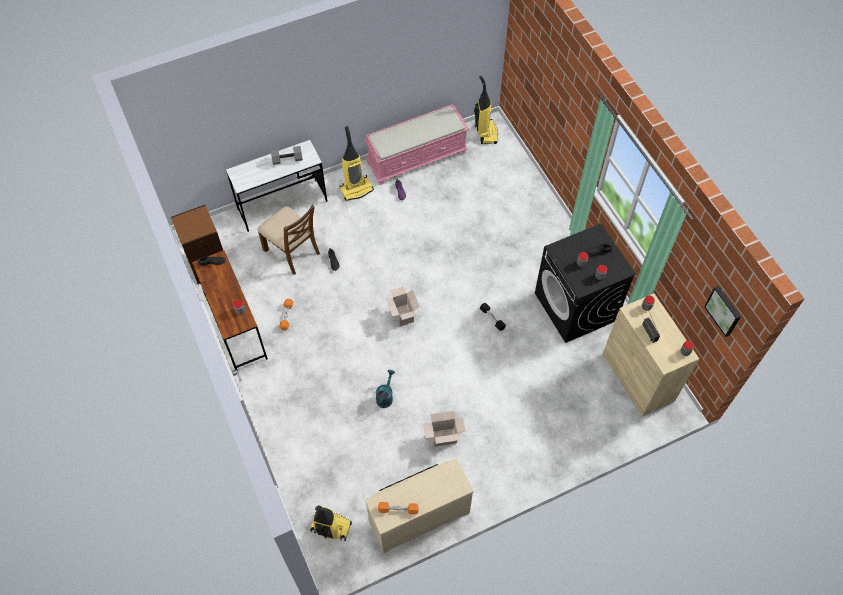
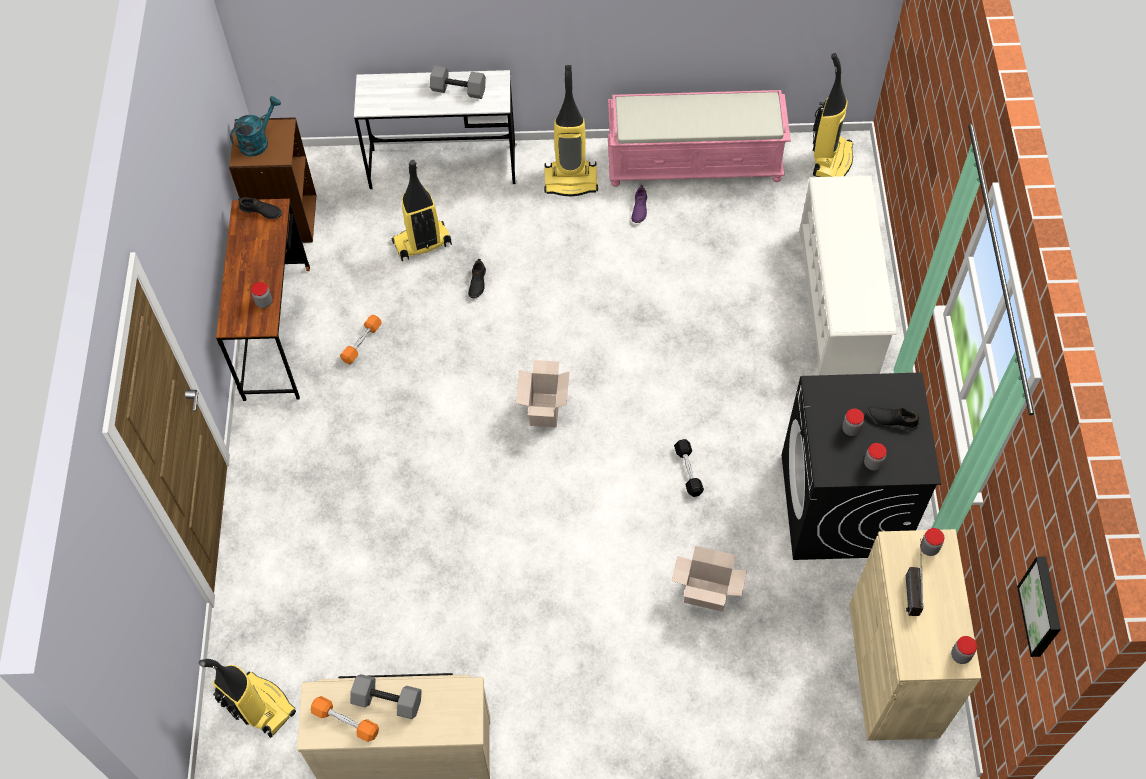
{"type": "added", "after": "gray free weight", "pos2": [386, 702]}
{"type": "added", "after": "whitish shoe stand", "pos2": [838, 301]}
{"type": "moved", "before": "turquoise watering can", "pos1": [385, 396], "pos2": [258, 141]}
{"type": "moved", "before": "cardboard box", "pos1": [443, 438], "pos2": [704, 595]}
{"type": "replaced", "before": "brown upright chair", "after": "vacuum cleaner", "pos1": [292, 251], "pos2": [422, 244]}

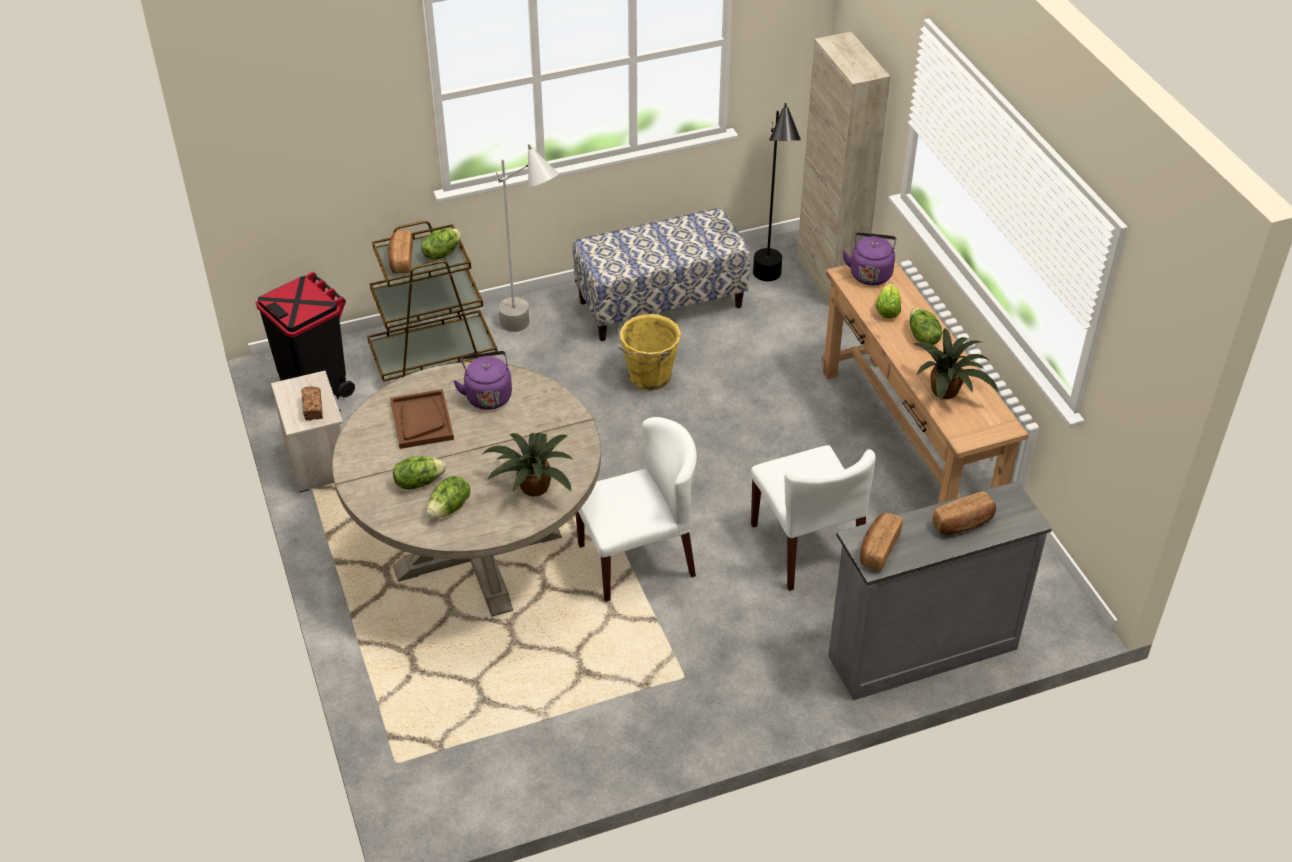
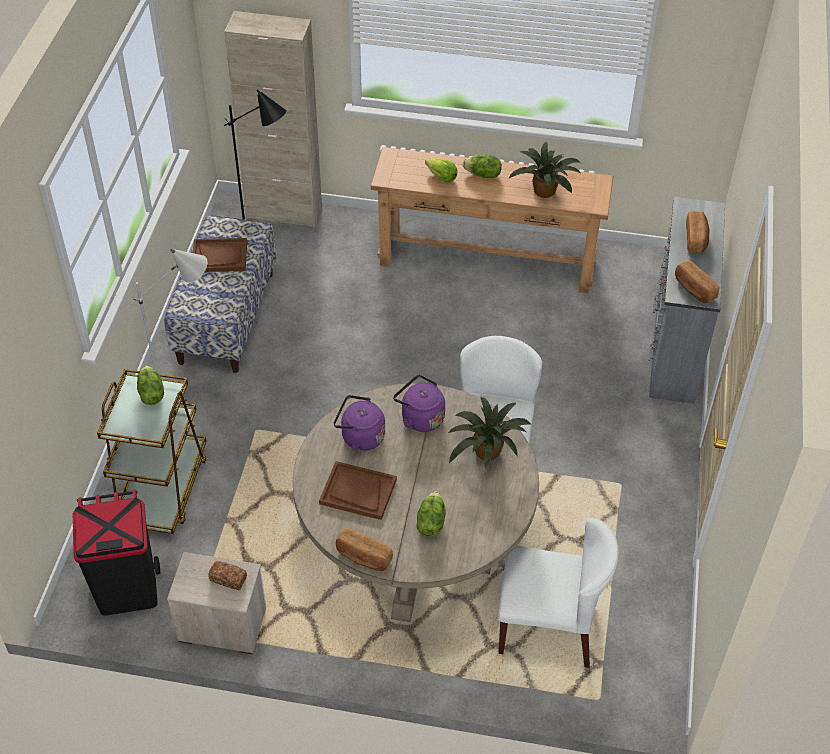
{"type": "removed", "before": "head of lettuce", "pos1": [450, 508]}
{"type": "removed", "before": "yellowish bucket", "pos1": [648, 377]}
{"type": "added", "after": "brown serving tray", "pos2": [220, 256]}
{"type": "moved", "before": "bakery bread", "pos1": [401, 260], "pos2": [363, 557]}
{"type": "moved", "before": "whitish upright chair", "pos1": [807, 546], "pos2": [548, 627]}
{"type": "moved", "before": "purple-coloured kettle", "pos1": [870, 273], "pos2": [420, 417]}

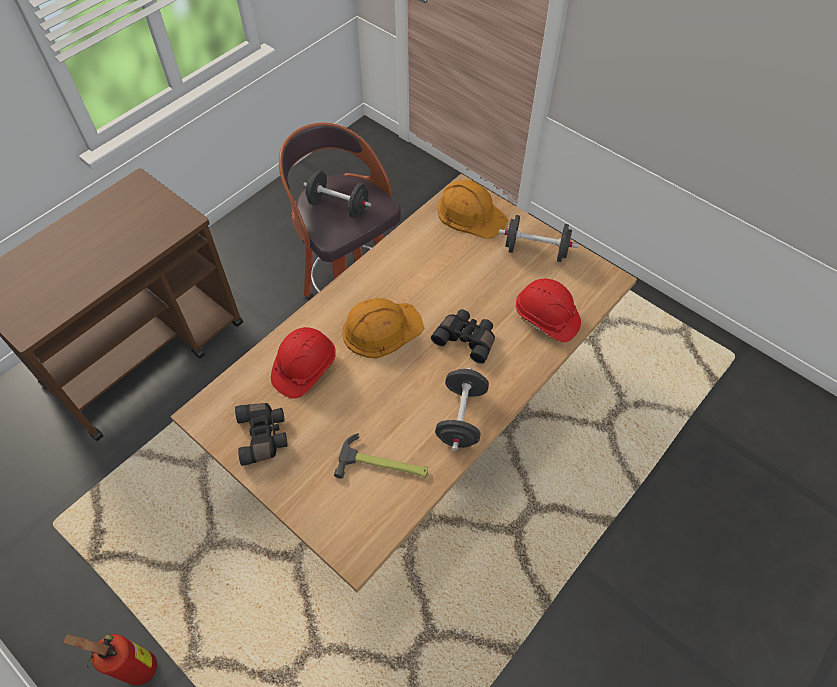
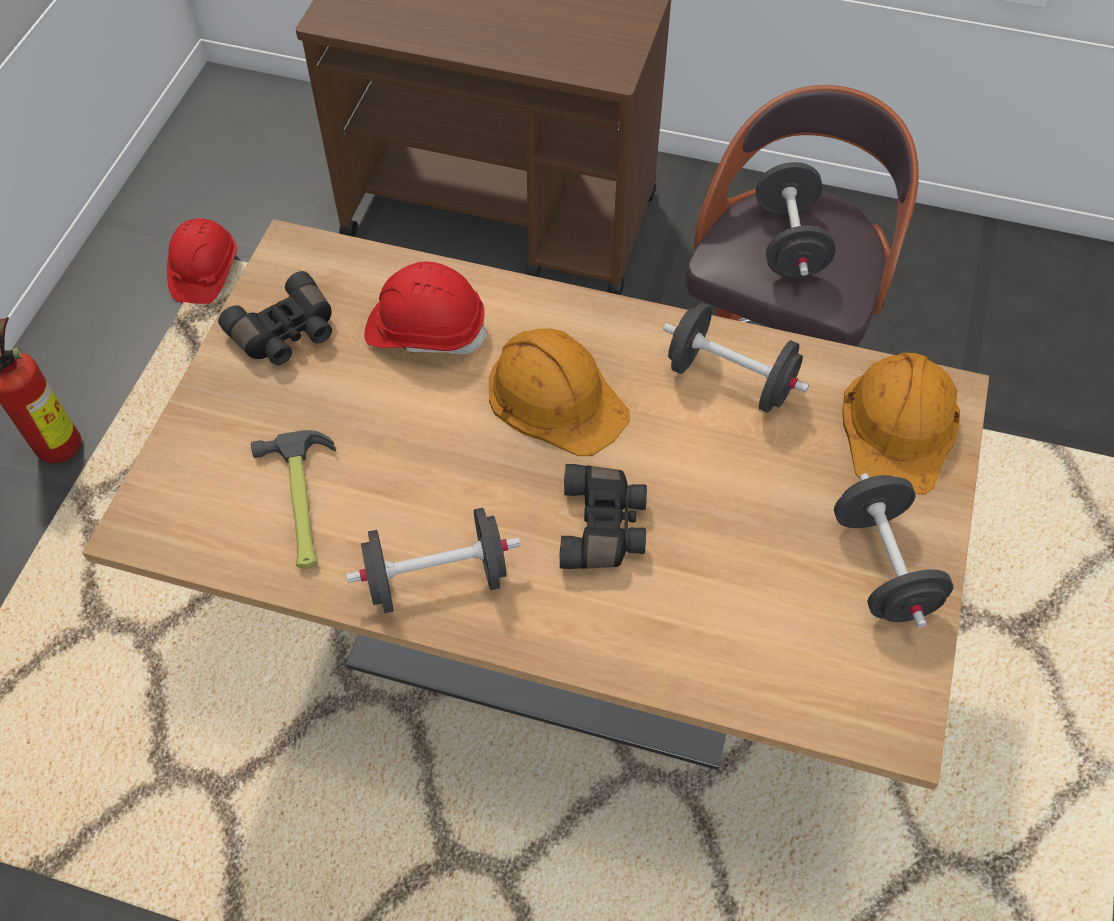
{"type": "added", "after": "black-coloured free weight", "pos2": [730, 379]}
{"type": "moved", "before": "reddish safety helmet", "pos1": [546, 318], "pos2": [204, 273]}

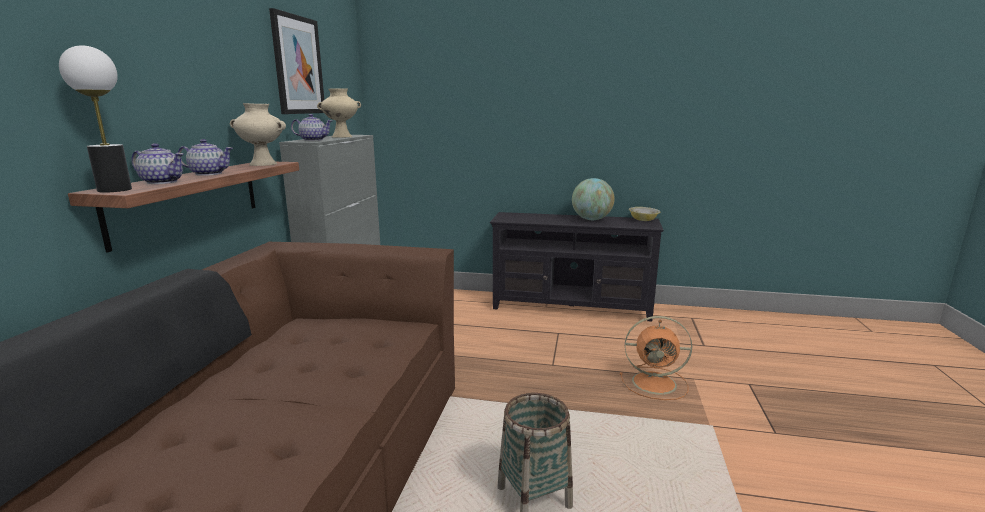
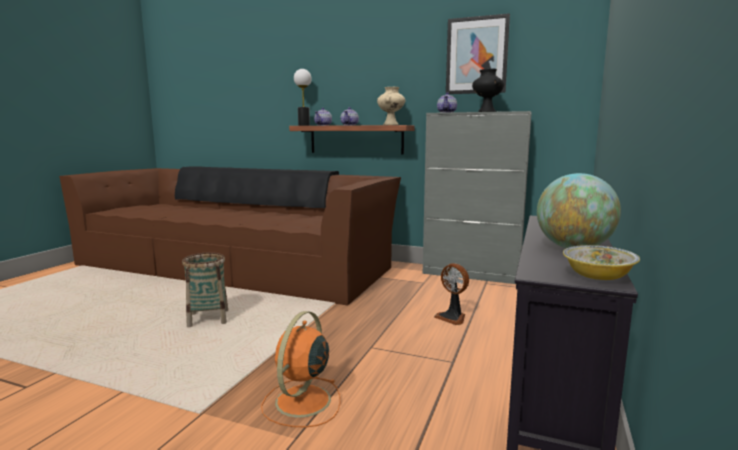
{"type": "added", "after": "electric fan", "pos2": [452, 317]}
{"type": "recoloured", "before": "sand-coloured flower vase", "after": "black-coloured flower vase", "pos1": [341, 137], "pos2": [486, 111]}

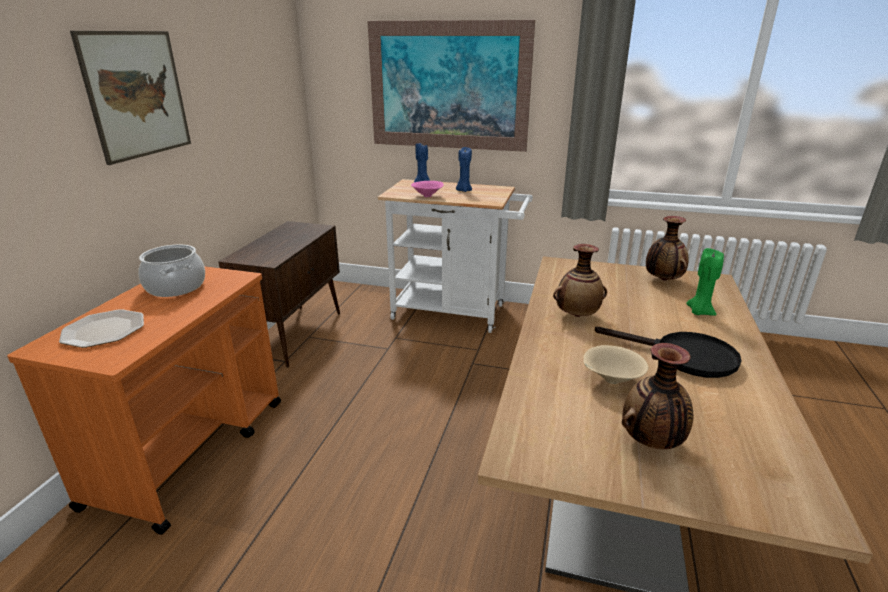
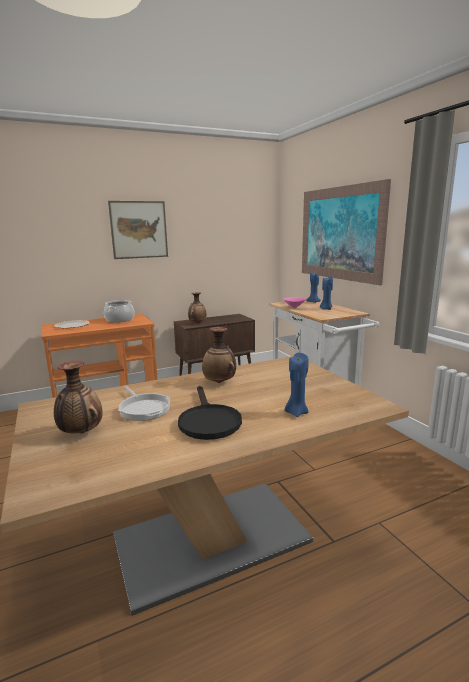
{"type": "moved", "before": "flower vase", "pos1": [662, 280], "pos2": [197, 323]}
{"type": "replaced", "before": "sand-coloured serving bowl", "after": "pan", "pos1": [611, 380], "pos2": [143, 408]}
{"type": "recoloured", "before": "greenish candle", "after": "bluish candle", "pos1": [699, 312], "pos2": [296, 412]}

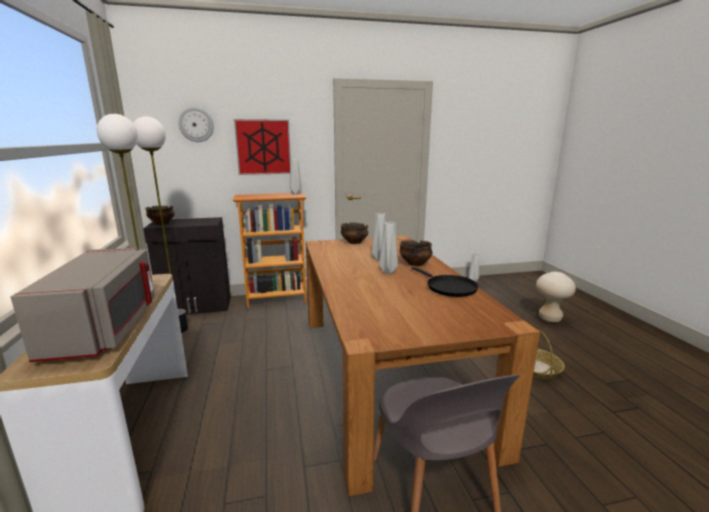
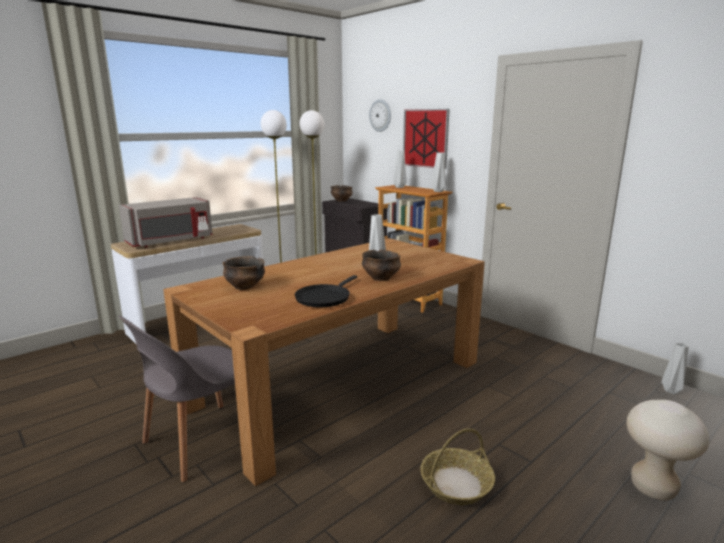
{"type": "moved", "before": "serving bowl", "pos1": [354, 242], "pos2": [245, 287]}
{"type": "moved", "before": "gray flower vase", "pos1": [389, 271], "pos2": [400, 187]}

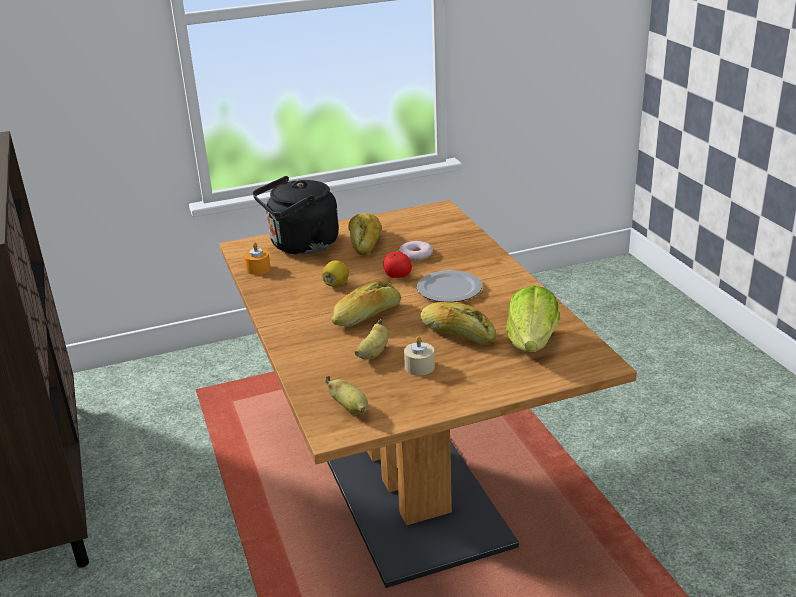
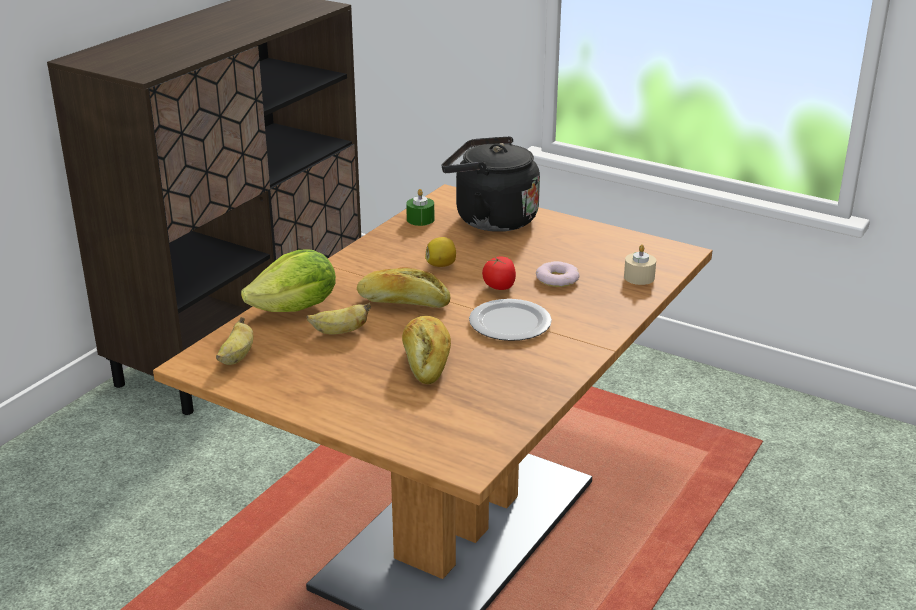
{"type": "removed", "before": "bakery bread", "pos1": [365, 242]}
{"type": "moved", "before": "sand-coloured candle", "pos1": [419, 367], "pos2": [639, 277]}
{"type": "moved", "before": "head of lettuce", "pos1": [532, 342], "pos2": [296, 309]}
{"type": "recoloured", "before": "orange candle", "after": "greenish candle", "pos1": [258, 269], "pos2": [420, 219]}

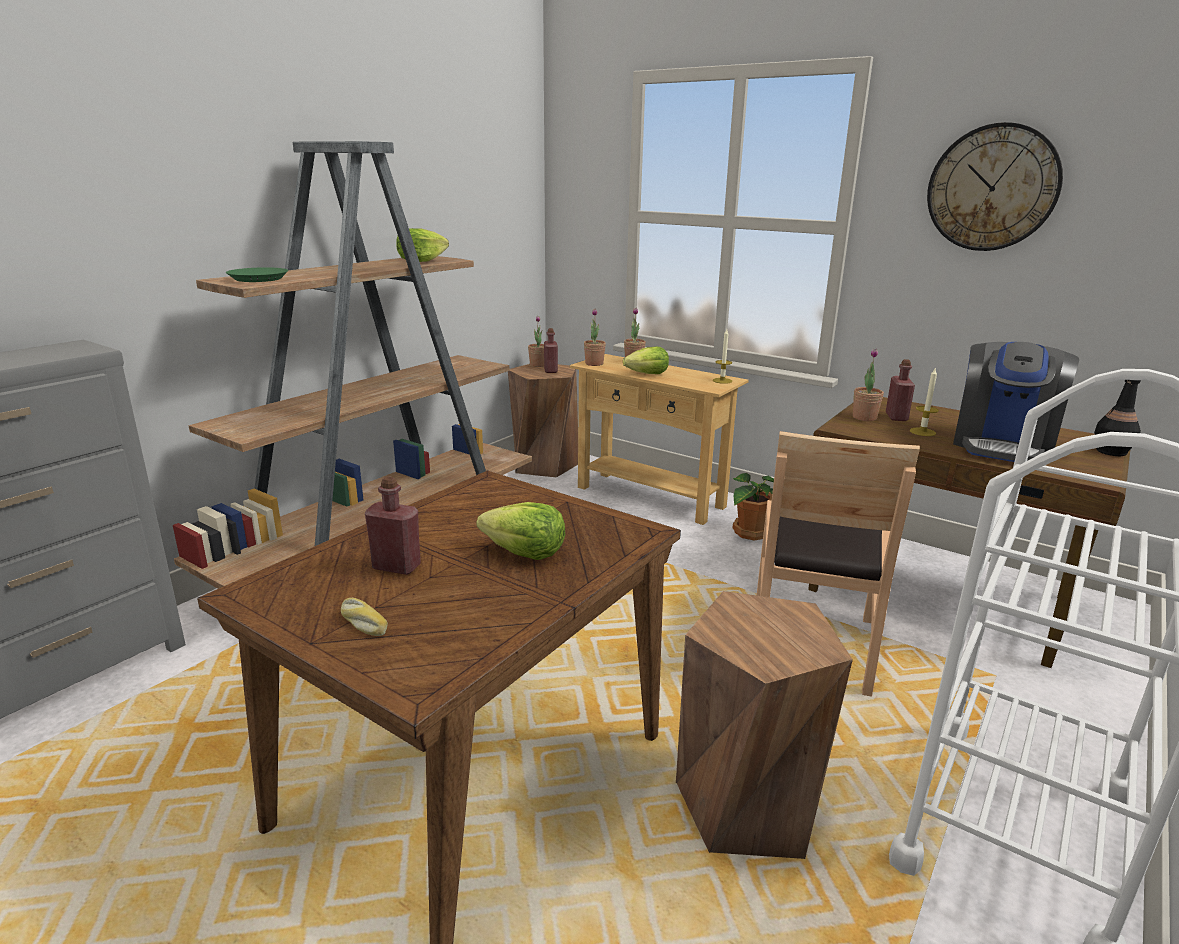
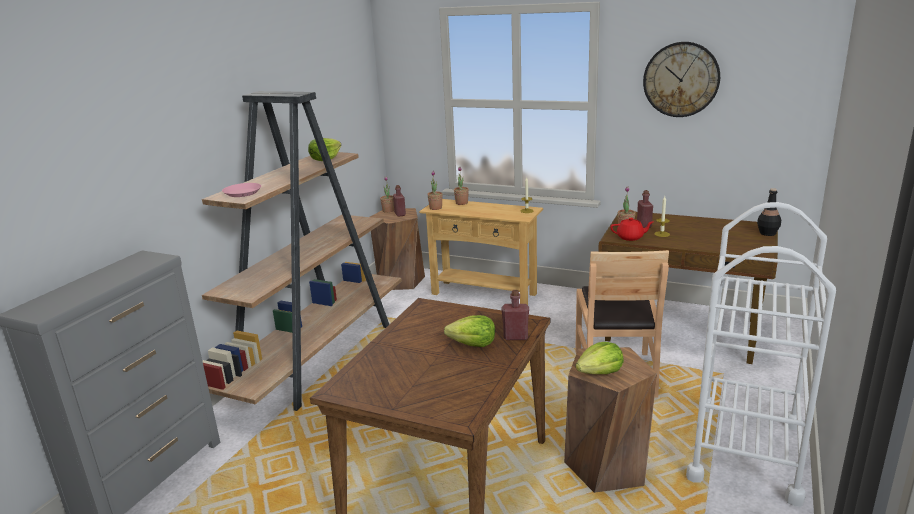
{"type": "removed", "before": "bakery bread", "pos1": [362, 623]}
{"type": "removed", "before": "potted plant", "pos1": [749, 532]}
{"type": "removed", "before": "coffee maker", "pos1": [1002, 445]}
{"type": "added", "after": "reddish teapot", "pos2": [630, 237]}
{"type": "moved", "before": "reddish drink bottle", "pos1": [396, 566], "pos2": [515, 337]}
{"type": "moved", "before": "head of lettuce", "pos1": [647, 374], "pos2": [600, 372]}
{"type": "recoloured", "before": "greenish plate", "after": "pink plate", "pos1": [258, 279], "pos2": [242, 193]}

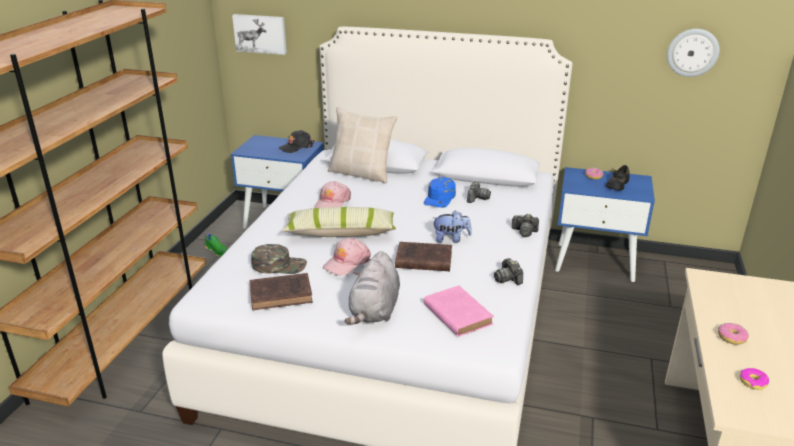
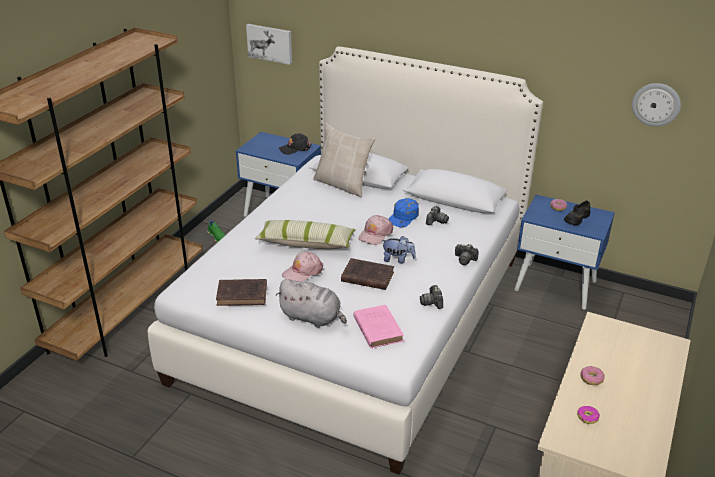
{"type": "removed", "before": "greenish peaked cap", "pos1": [279, 265]}
{"type": "moved", "before": "pink peaked cap", "pos1": [332, 202], "pos2": [375, 234]}
{"type": "turned", "before": "gray plush toy", "pos1": [375, 311], "pos2": [312, 318], "turn": -90}

